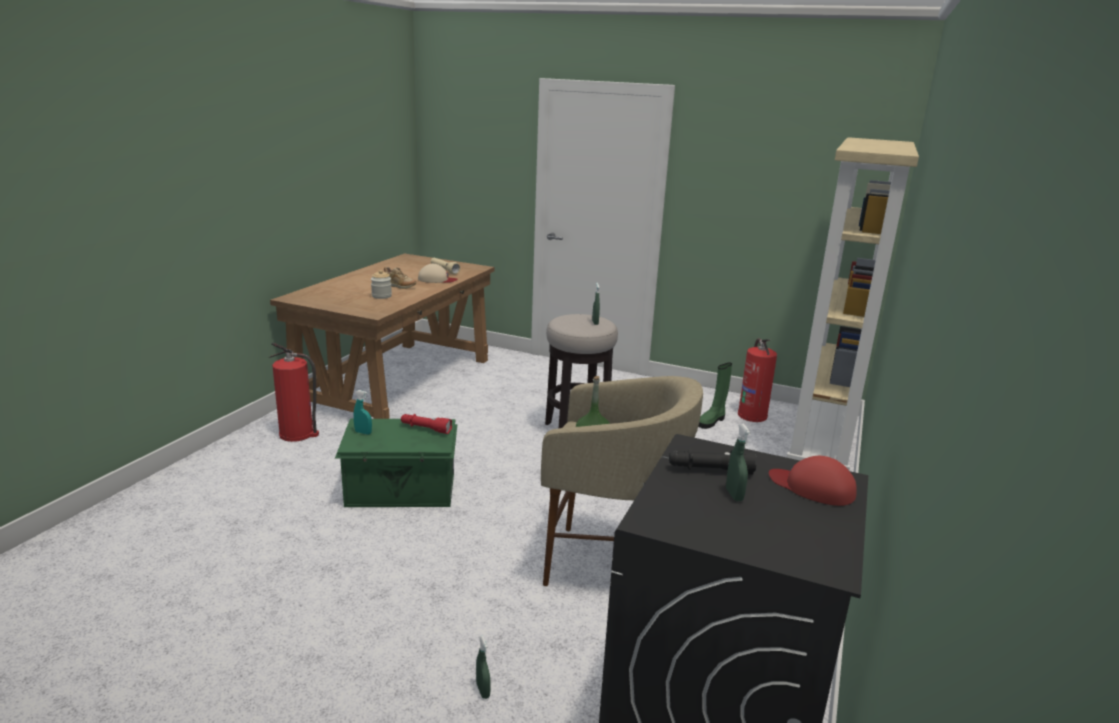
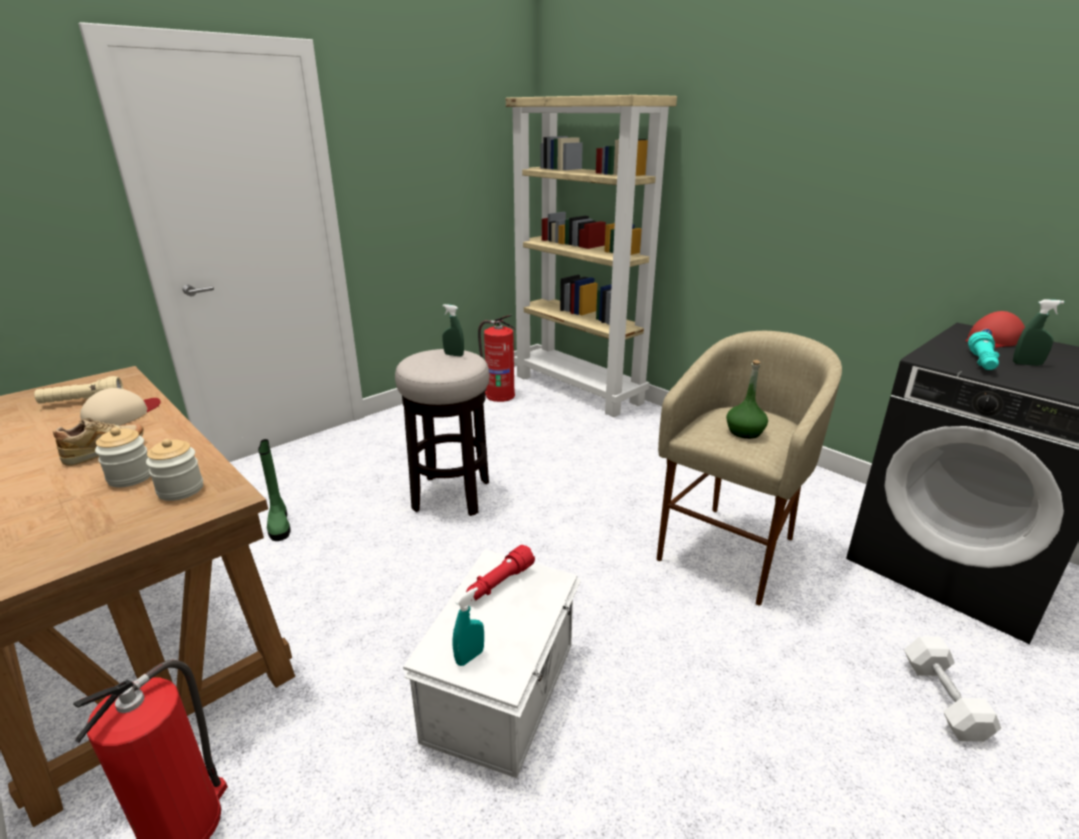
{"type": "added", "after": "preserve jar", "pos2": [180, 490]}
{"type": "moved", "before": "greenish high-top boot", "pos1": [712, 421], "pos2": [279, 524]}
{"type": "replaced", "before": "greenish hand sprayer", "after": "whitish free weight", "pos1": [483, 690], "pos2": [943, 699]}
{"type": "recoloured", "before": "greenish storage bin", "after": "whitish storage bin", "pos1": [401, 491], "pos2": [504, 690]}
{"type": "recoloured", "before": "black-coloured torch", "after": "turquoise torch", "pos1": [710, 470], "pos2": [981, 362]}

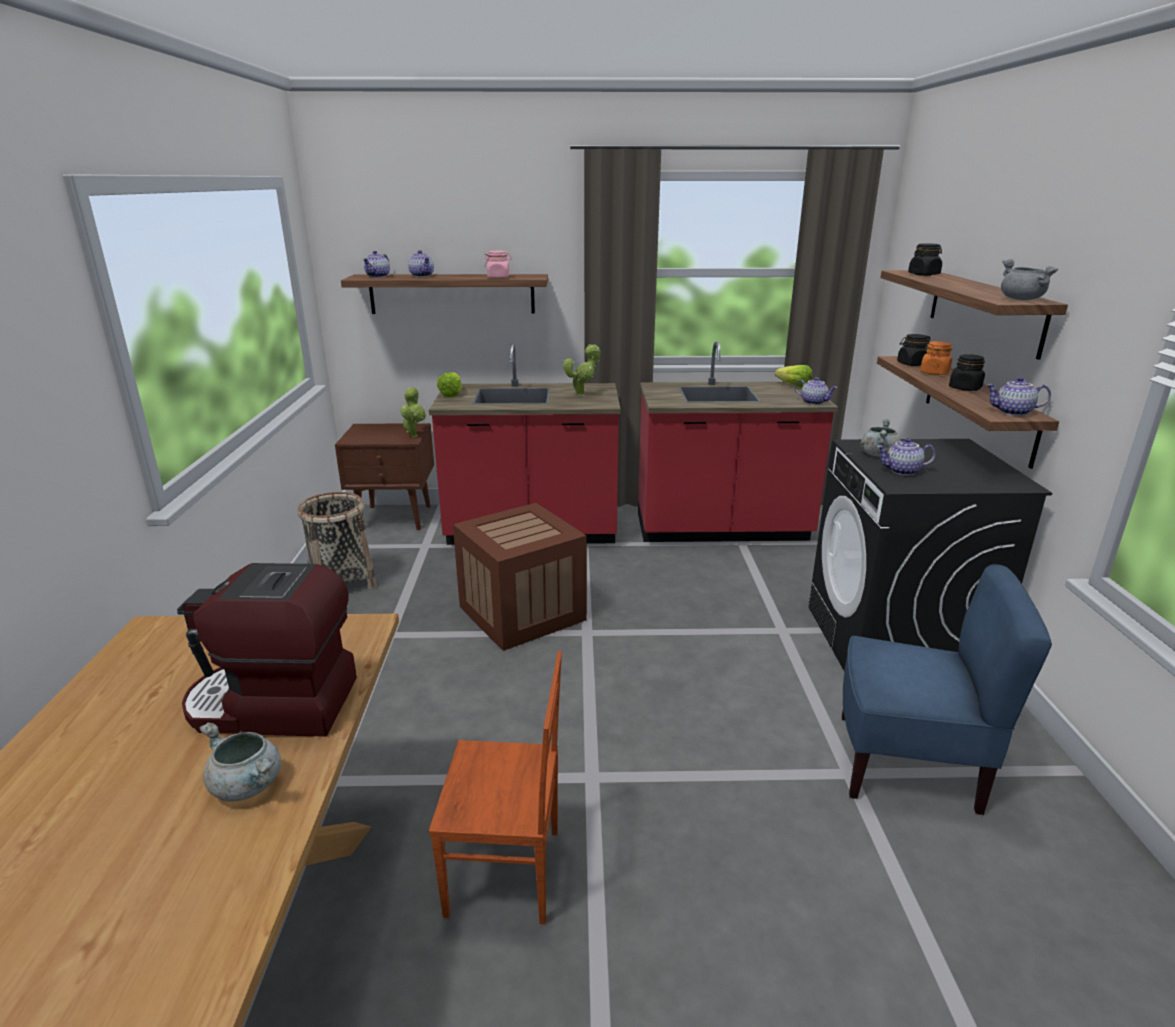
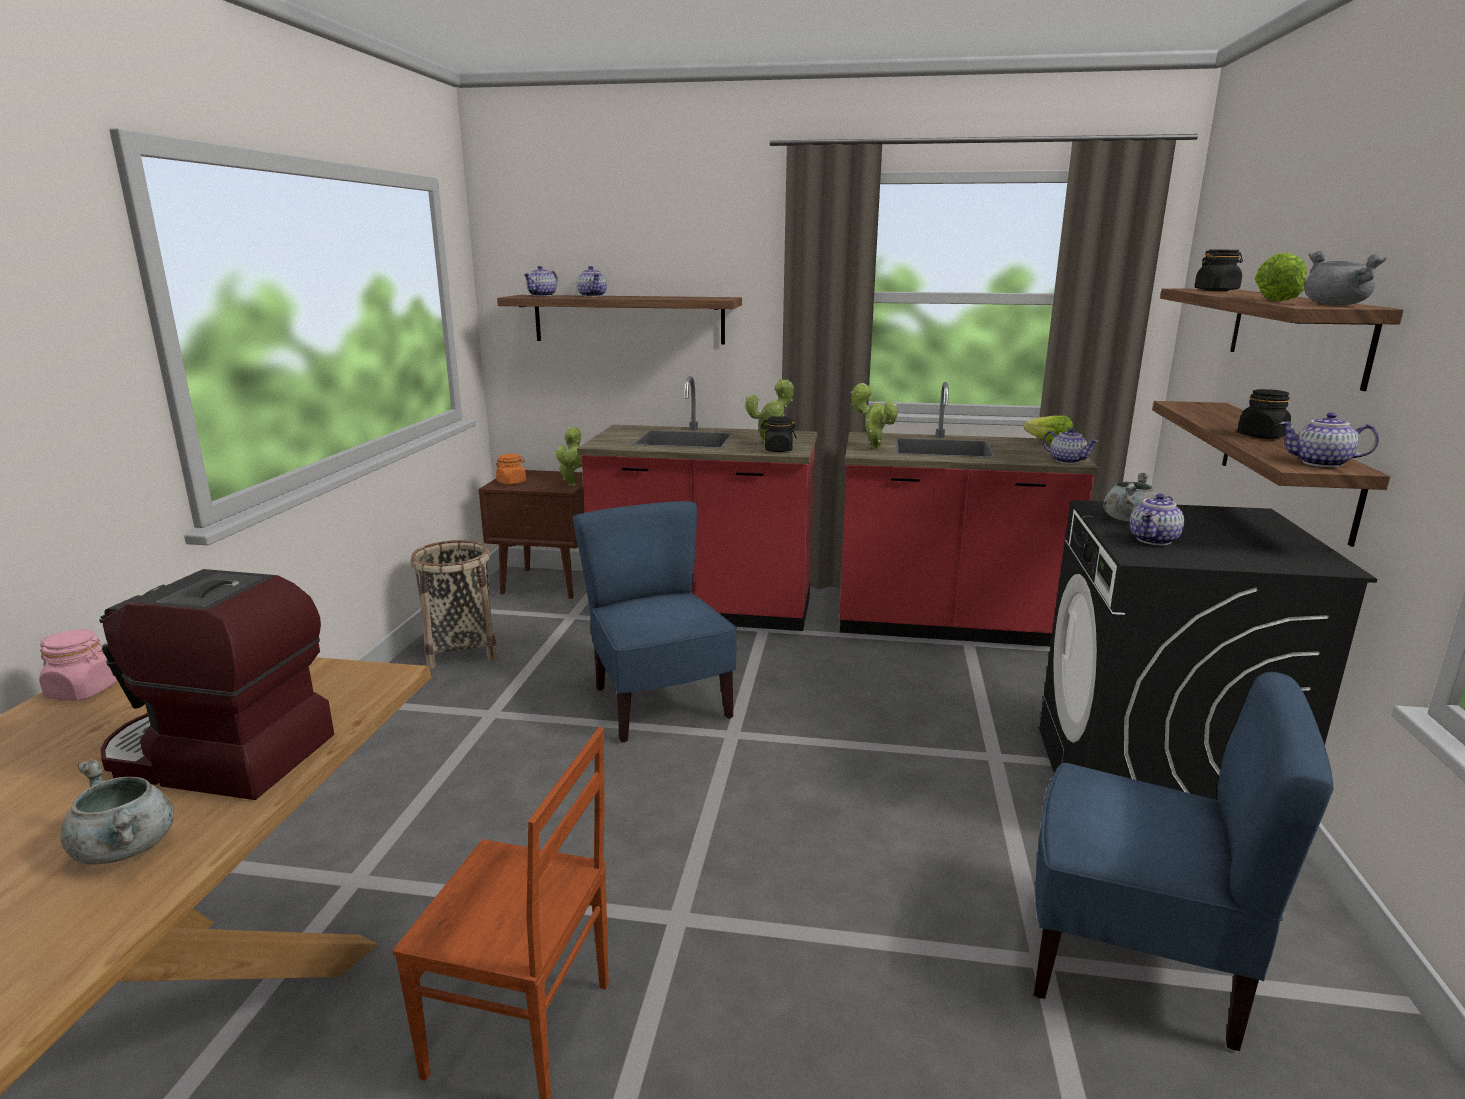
{"type": "added", "after": "potted plant", "pos2": [873, 447]}
{"type": "moved", "before": "head of lettuce", "pos1": [453, 393], "pos2": [1272, 299]}
{"type": "moved", "before": "pink preserve jar", "pos1": [498, 277], "pos2": [84, 691]}
{"type": "moved", "before": "black-coloured preserve jar", "pos1": [912, 364], "pos2": [778, 450]}
{"type": "moved", "before": "orange preserve jar", "pos1": [934, 373], "pos2": [511, 482]}
{"type": "replaced", "before": "crate", "after": "bluish upright chair", "pos1": [522, 613], "pos2": [659, 704]}
{"type": "turned", "before": "teapot", "pos1": [902, 471], "pos2": [1154, 540], "turn": -60}

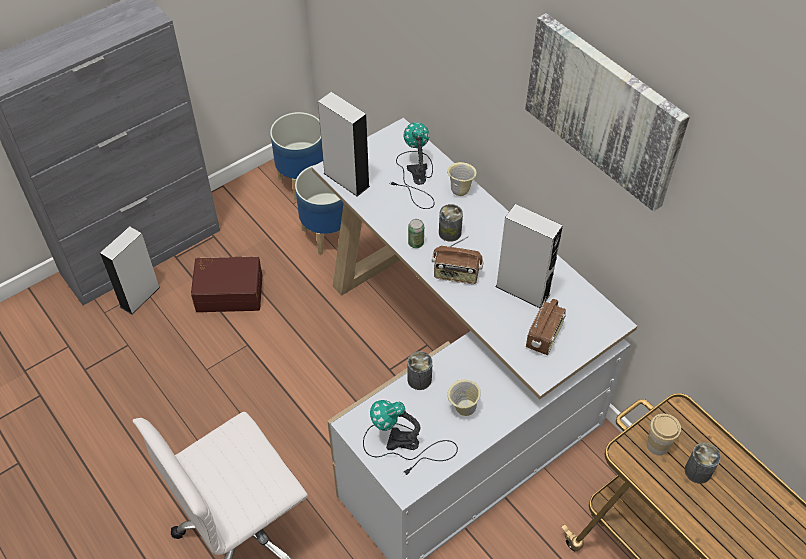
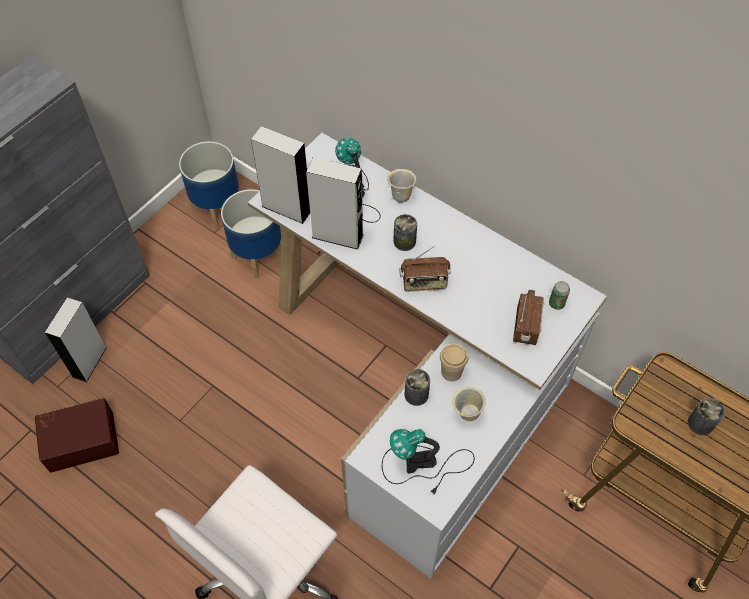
{"type": "removed", "before": "wall picture", "pos1": [604, 109]}
{"type": "moved", "before": "brown storage bin", "pos1": [229, 291], "pos2": [81, 439]}
{"type": "moved", "before": "can", "pos1": [416, 243], "pos2": [556, 303]}
{"type": "moved", "before": "gray audio speaker", "pos1": [522, 290], "pos2": [337, 236]}
{"type": "moved", "before": "cup", "pos1": [657, 445], "pos2": [451, 372]}

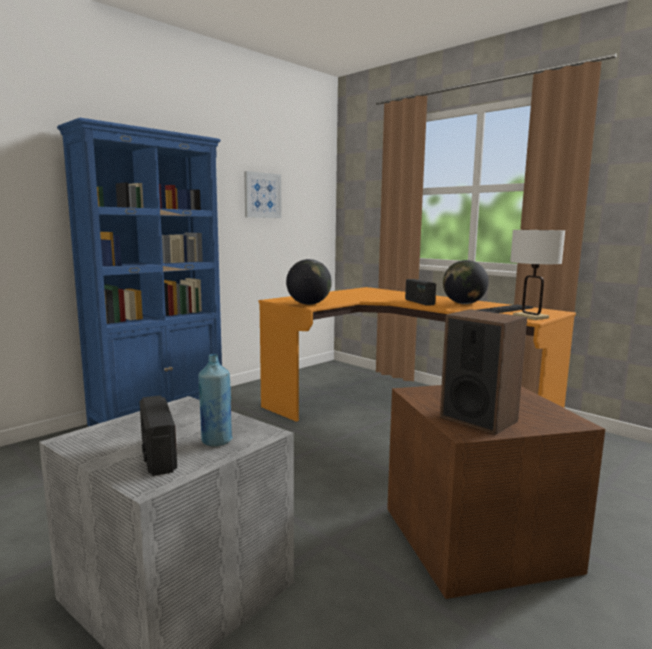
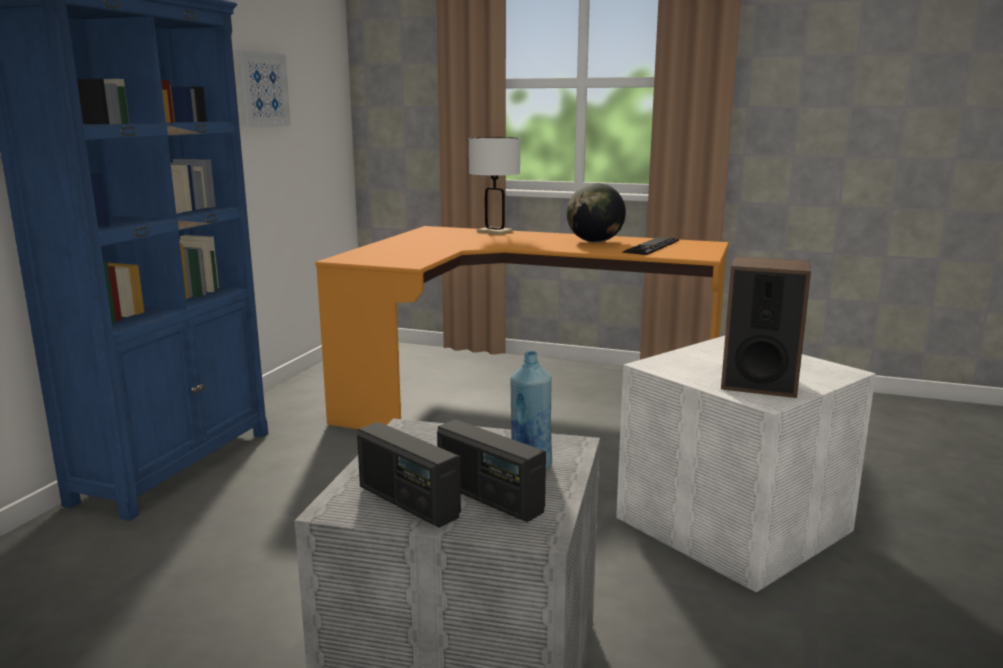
{"type": "removed", "before": "world globe", "pos1": [308, 304]}
{"type": "moved", "before": "radio", "pos1": [419, 302], "pos2": [407, 502]}
{"type": "moved", "before": "whitish table lamp", "pos1": [530, 317], "pos2": [494, 232]}
{"type": "recoloured", "before": "brown storage bin", "after": "whitish storage bin", "pos1": [476, 540], "pos2": [733, 526]}

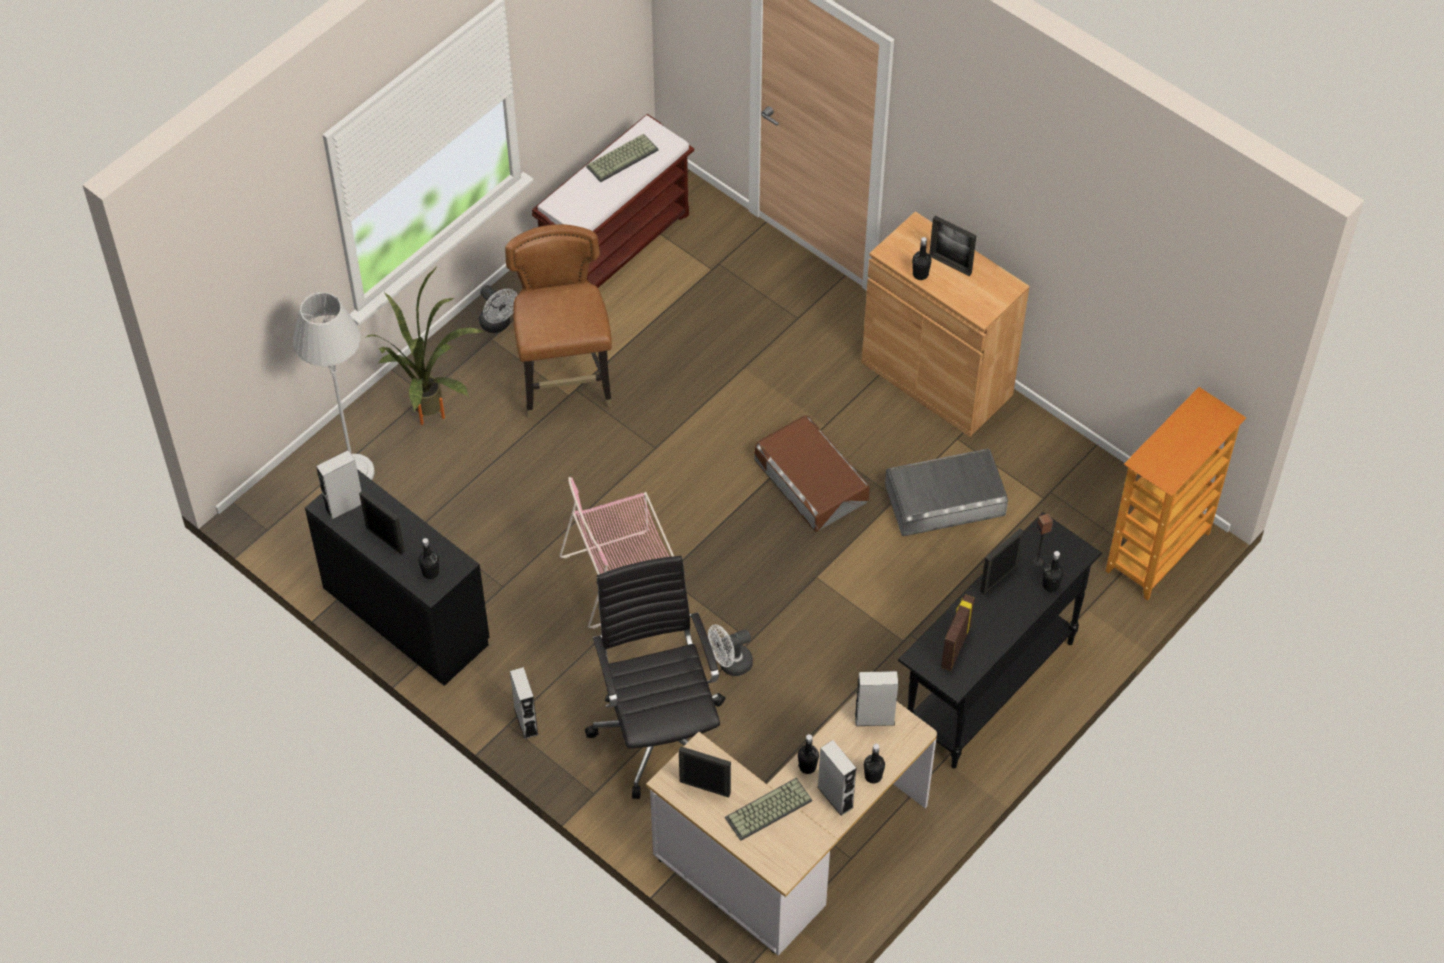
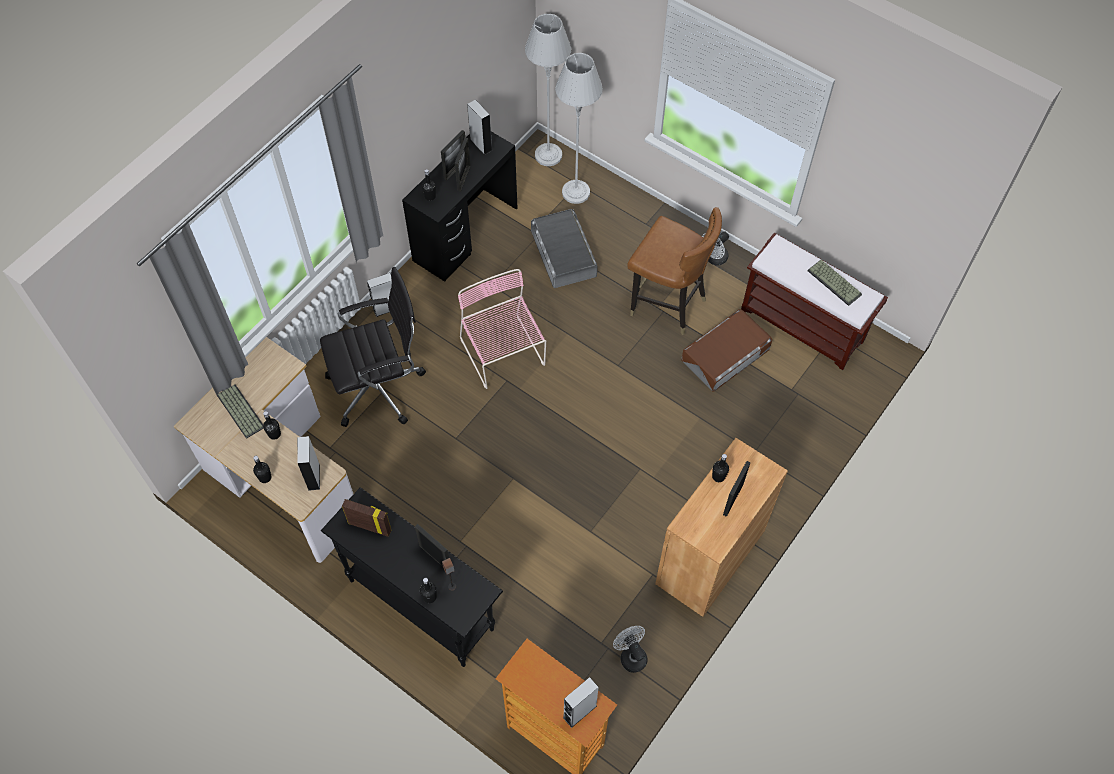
{"type": "removed", "before": "potted plant", "pos1": [429, 420]}
{"type": "added", "after": "gray standard lamp", "pos2": [548, 155]}
{"type": "moved", "before": "picture frame", "pos1": [705, 787], "pos2": [464, 178]}
{"type": "moved", "before": "whitish electric fan", "pos1": [730, 664], "pos2": [631, 655]}
{"type": "moved", "before": "brown storage bin", "pos1": [811, 480], "pos2": [725, 355]}
{"type": "moved", "before": "gray audio speaker", "pos1": [835, 797], "pos2": [579, 711]}
{"type": "moved", "before": "gray storage bin", "pos1": [945, 499], "pos2": [564, 253]}
{"type": "turned", "before": "brown upright chair", "pos1": [565, 384], "pos2": [667, 304], "turn": 45}

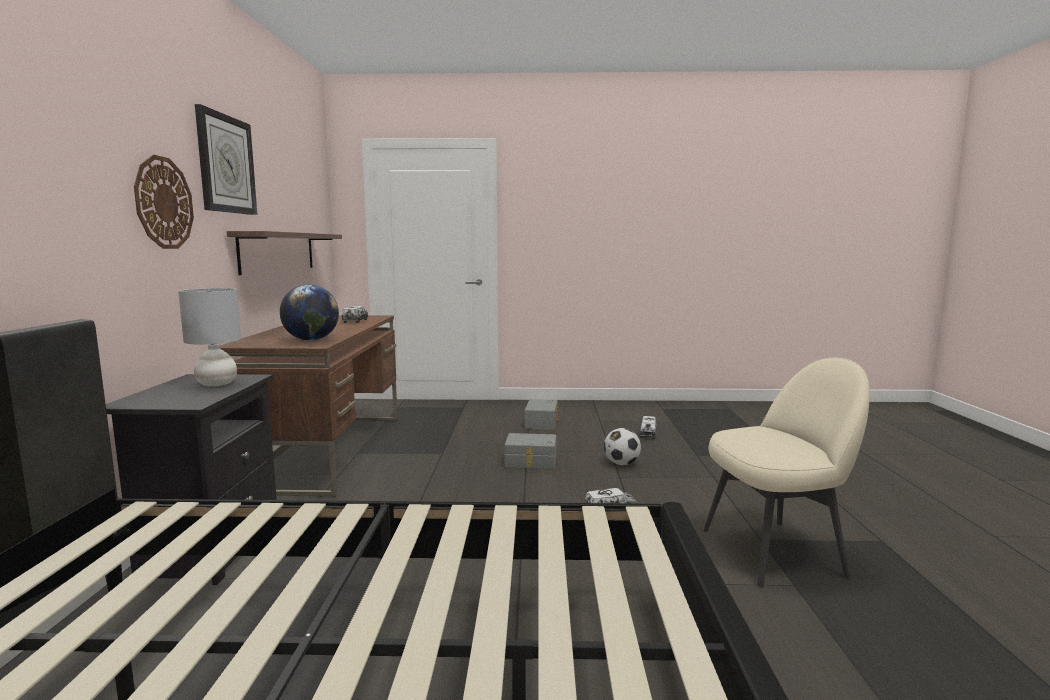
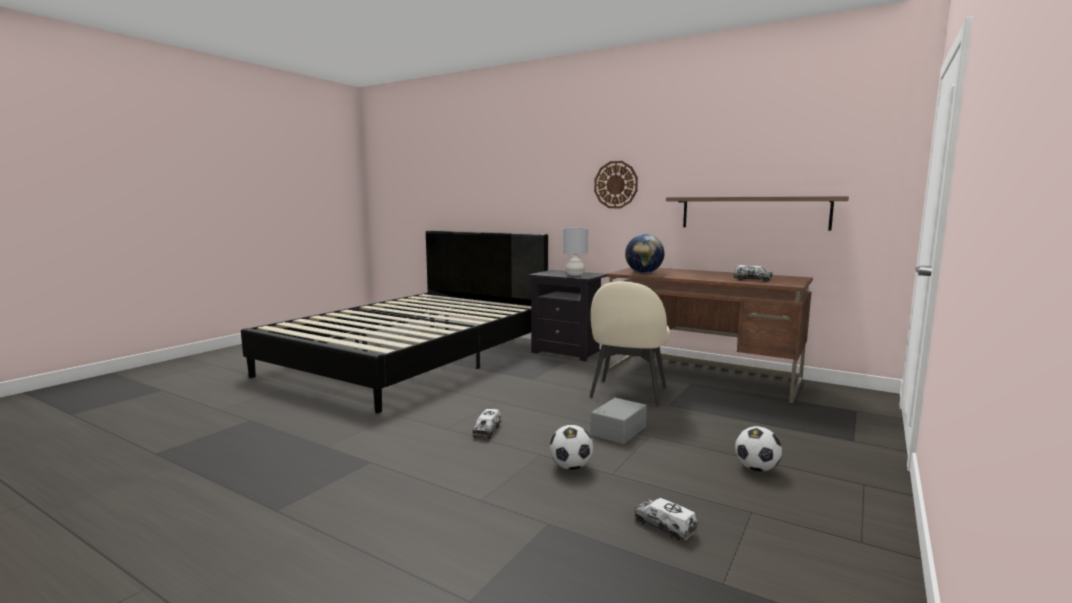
{"type": "removed", "before": "wall clock", "pos1": [226, 164]}
{"type": "moved", "before": "sand-coloured upright chair", "pos1": [775, 552], "pos2": [628, 393]}
{"type": "replaced", "before": "gray storage bin", "after": "football ball", "pos1": [542, 423], "pos2": [756, 468]}

